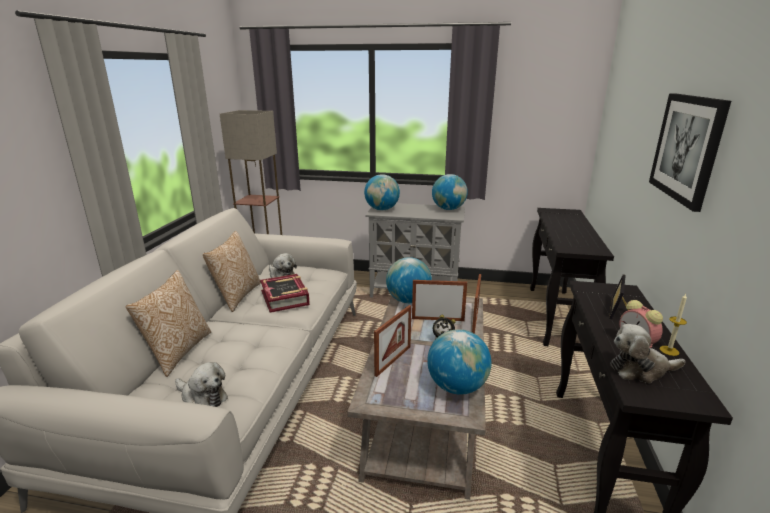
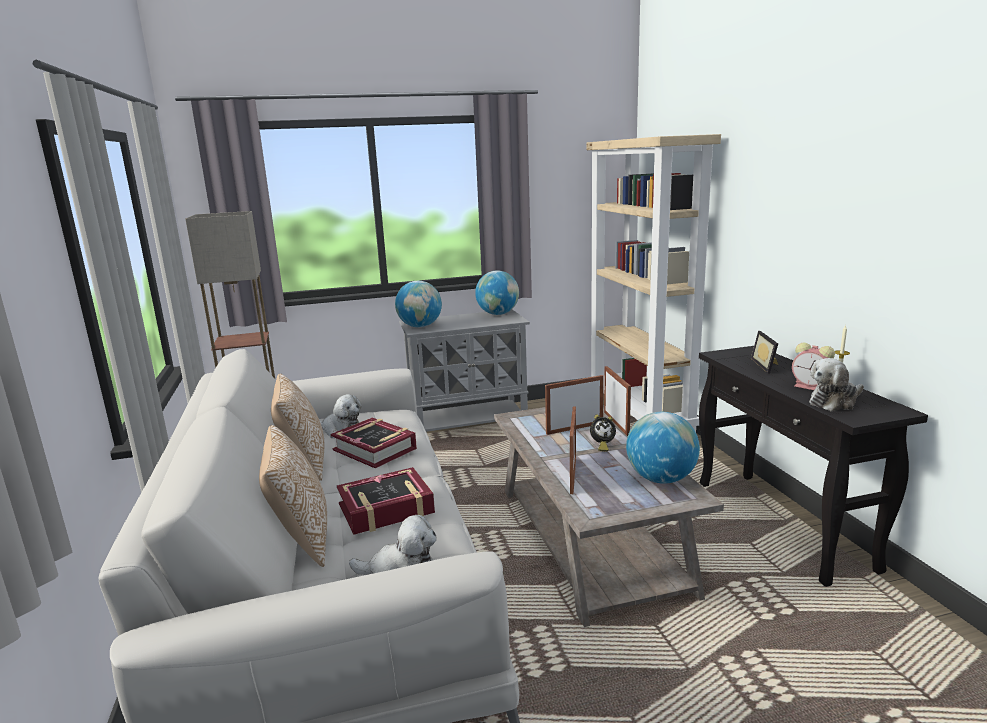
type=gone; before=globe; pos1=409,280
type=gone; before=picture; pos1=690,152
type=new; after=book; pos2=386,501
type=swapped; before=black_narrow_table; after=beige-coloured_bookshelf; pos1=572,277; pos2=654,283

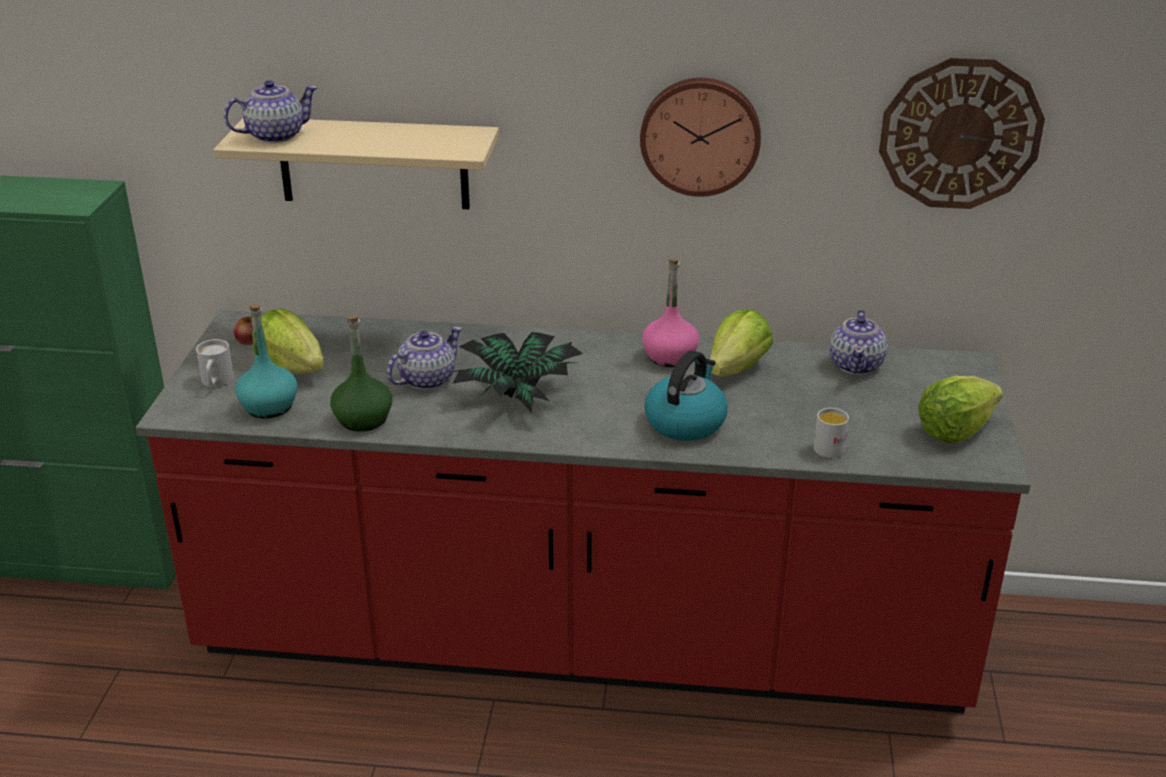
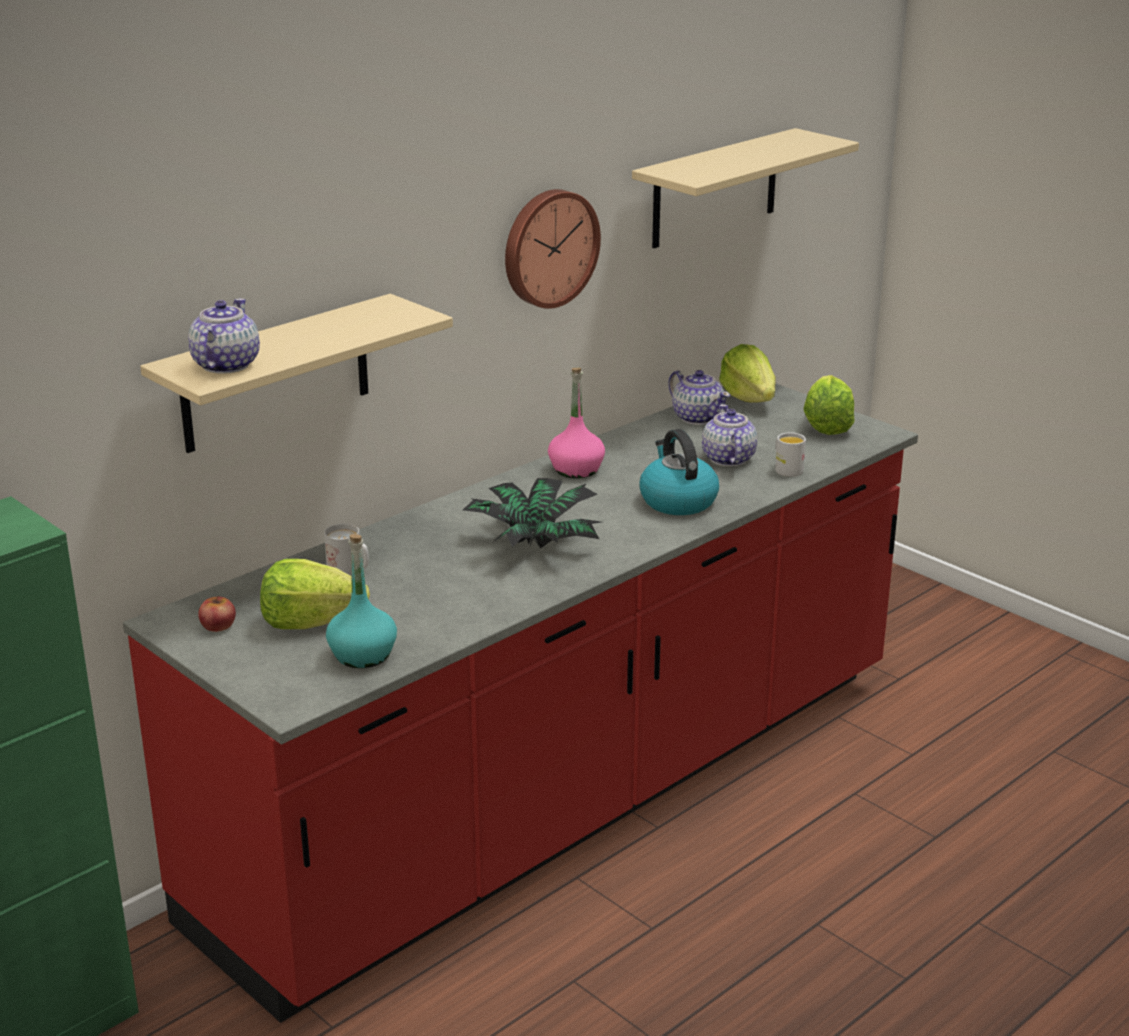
type=gone; before=green_drink_bottle; pos1=361,374
type=shifted; before=white_mug; pos1=215,363; pos2=346,549
type=shifted; before=teapot; pos1=424,358; pos2=729,435
type=shifted; before=lettuce_head; pos1=741,342; pos2=747,373
type=swapped; before=clock_on_the_wall; after=beige-coloured_shelf; pos1=962,133; pos2=745,188

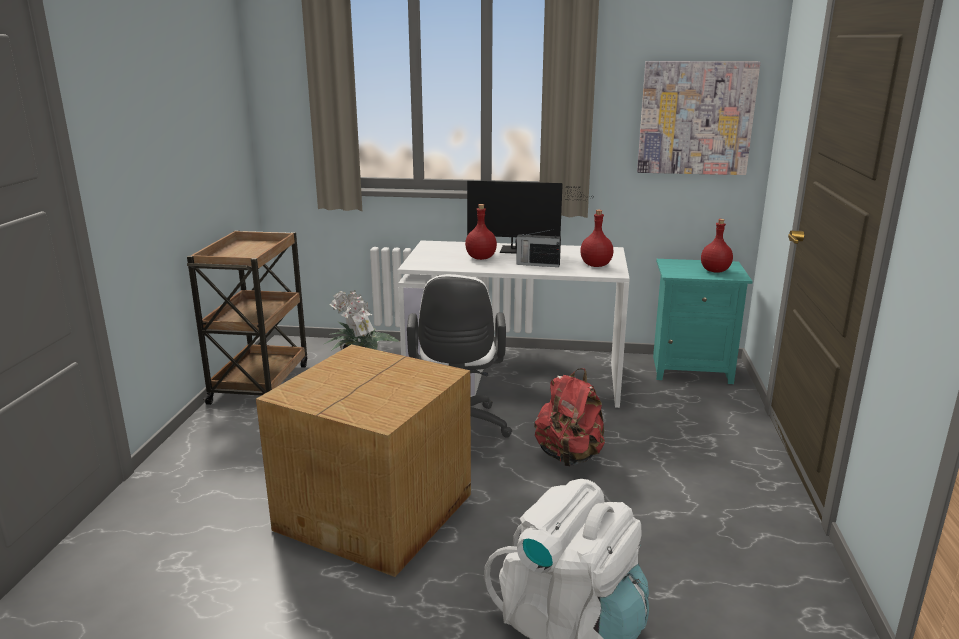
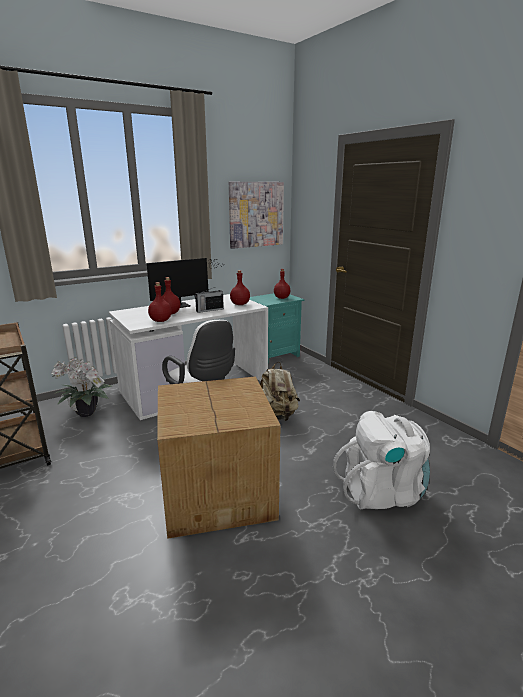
type=new; after=red-coloured_drink_bottle; pos2=160,302
type=repainted; before=red-coloured_rucksack; after=beige-coloured_rucksack; pos1=569,417; pos2=280,391

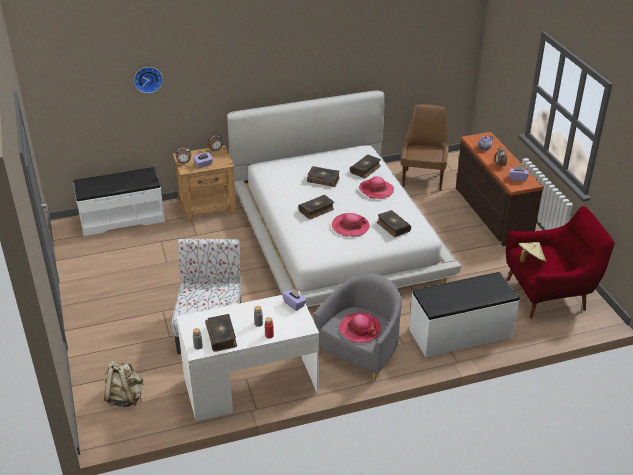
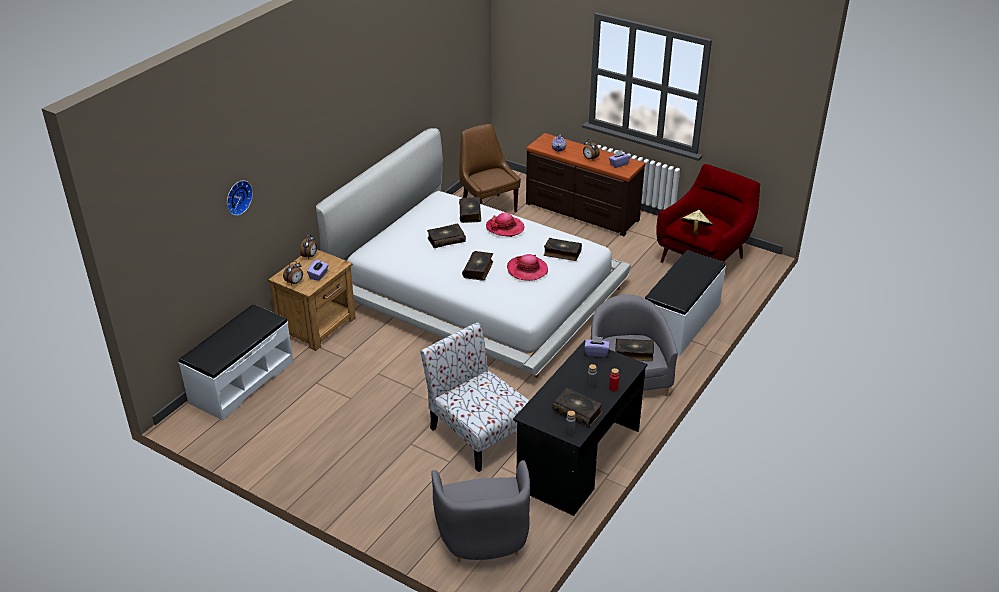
type=swapped; before=beige-coloured_rucksack; after=grey_armchair; pos1=123,384; pos2=480,511
type=swapped; before=wearable_hat; after=book; pos1=360,327; pos2=634,350
type=repainted; before=white_desk_table; after=black_desk_table; pos1=247,356; pos2=580,428

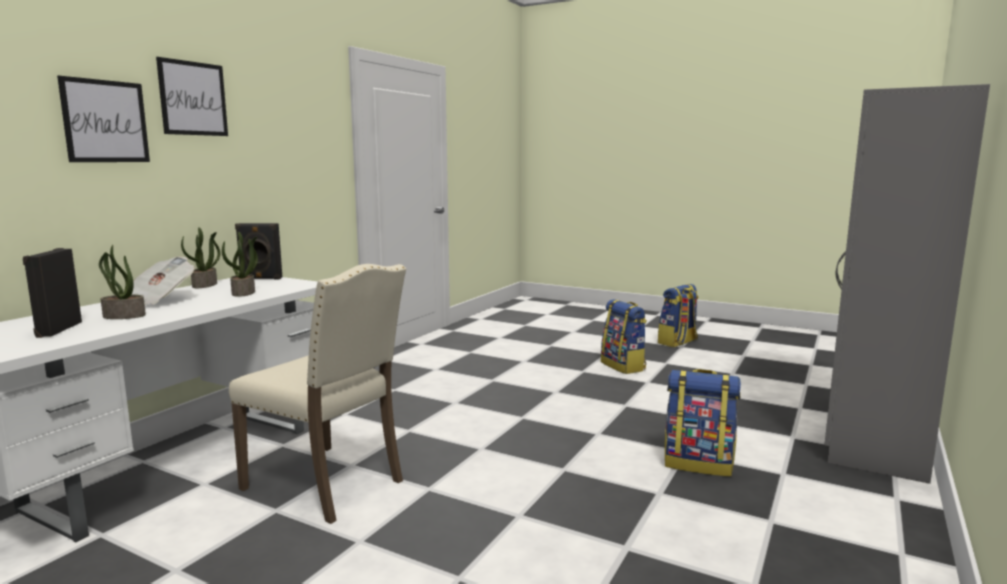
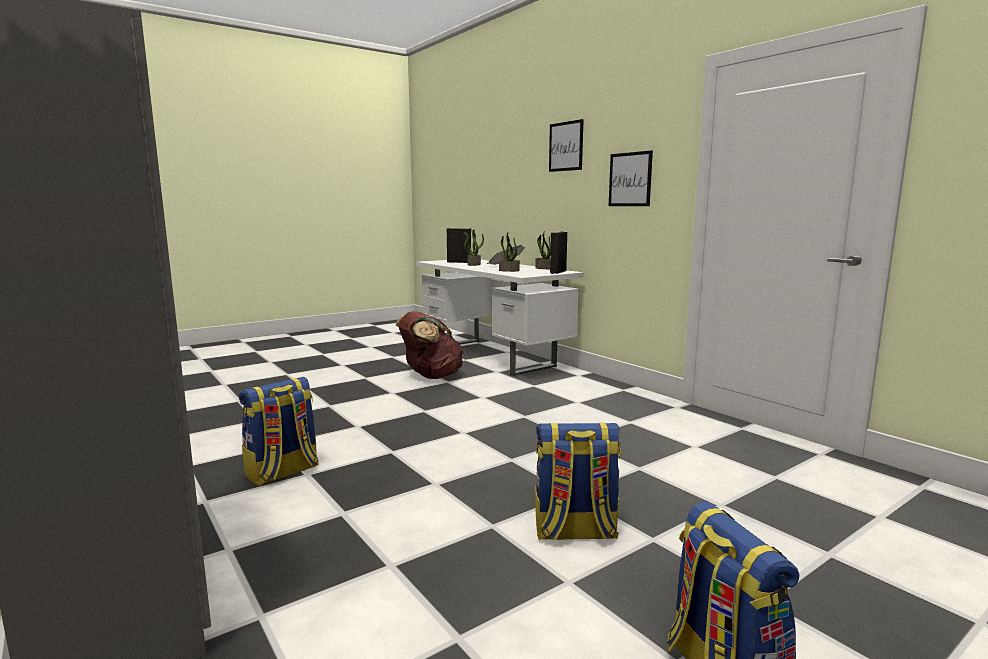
type=shifted; before=picture; pos1=103,119; pos2=631,178
type=swapped; before=beige-coloured_plain_chair; after=brownish_rucksack; pos1=317,394; pos2=430,345

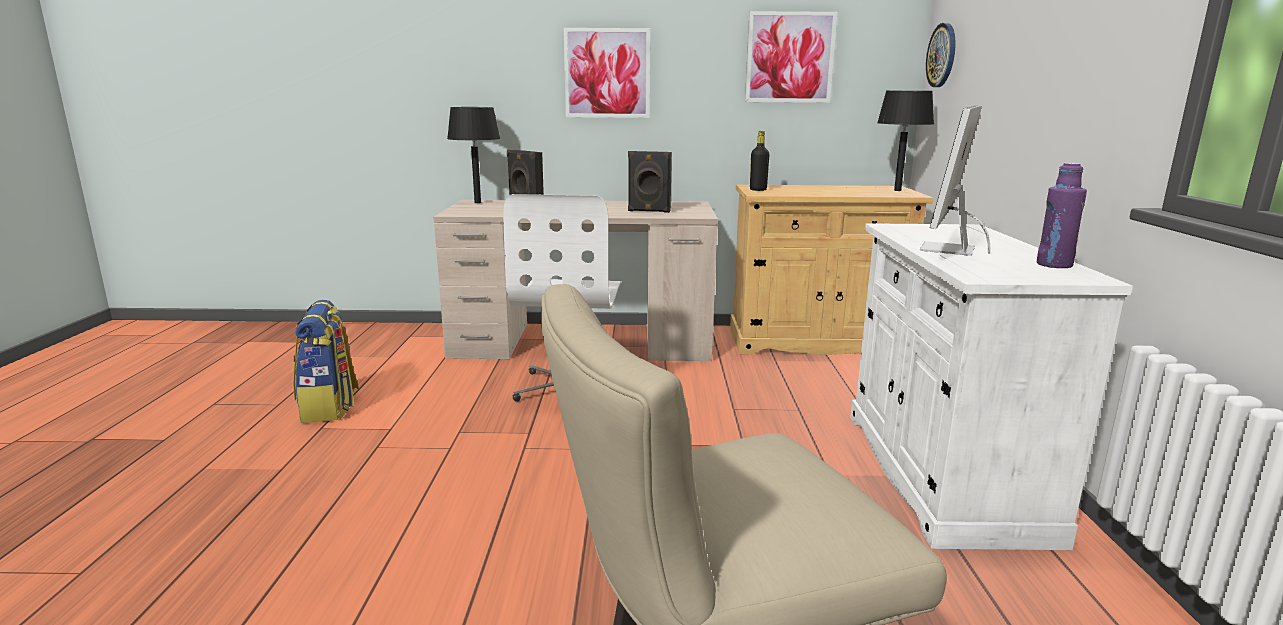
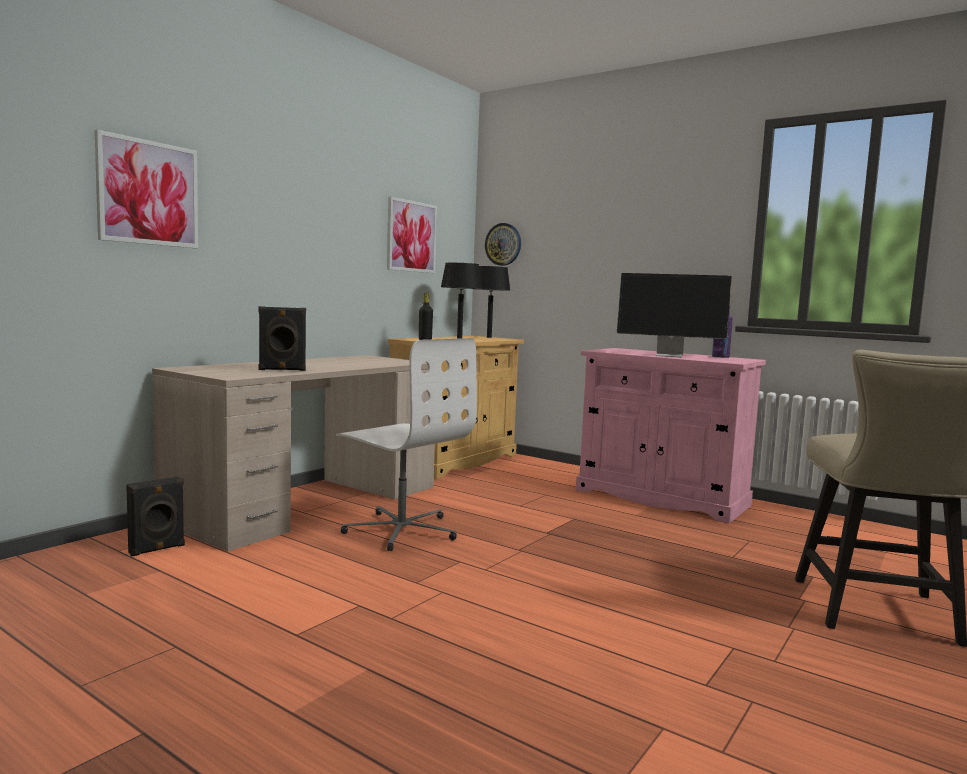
type=gone; before=rucksack; pos1=326,361
type=shifted; before=black_table_lamp; pos1=473,155; pos2=461,301
type=shifted; before=picture; pos1=607,73; pos2=146,189
type=shifted; before=black_audio_speaker; pos1=650,182; pos2=155,517
type=repainted; before=white_storage_cabinet; after=pink_storage_cabinet; pos1=991,386; pos2=671,435
type=rotated; before=monitor; pos1=955,181; pos2=674,315; turn=-45

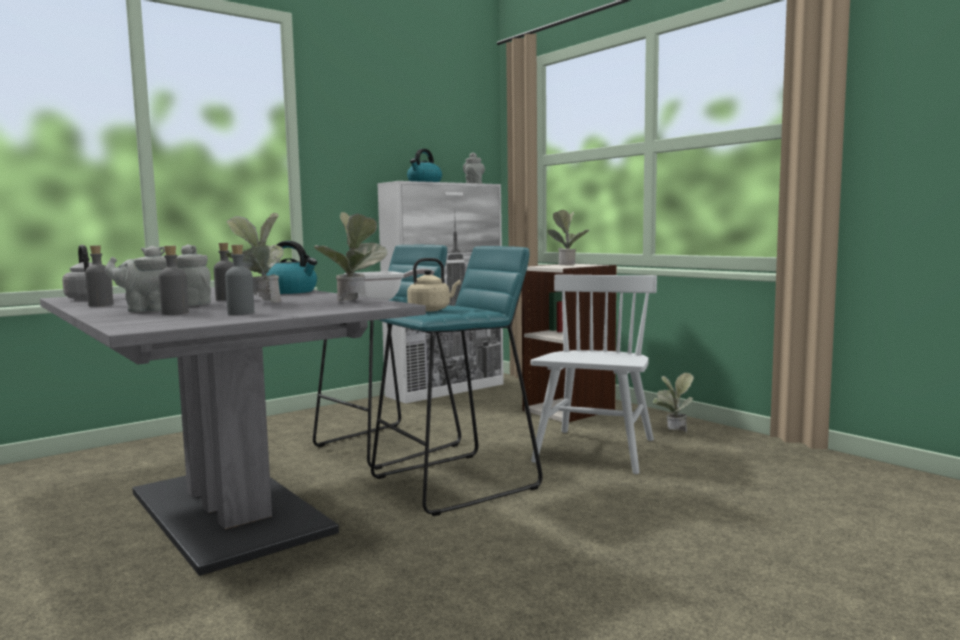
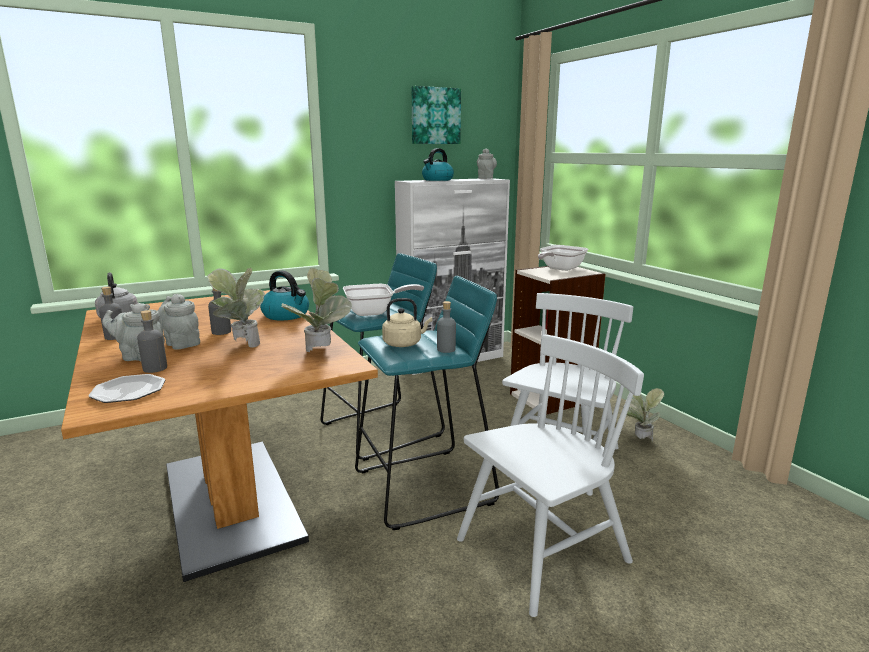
type=new; after=dinner_plate; pos2=127,388
type=new; after=picture; pos2=436,115
type=new; after=white_plain_chair; pos2=550,475
type=shifted; before=grey_drink_bottle; pos1=239,280; pos2=446,327
type=swapped; before=potted_plant; after=frying_pan; pos1=568,237; pos2=563,258
type=repainted; before=grey_dinner_table; after=brownish_dinner_table; pos1=233,431; pos2=219,436

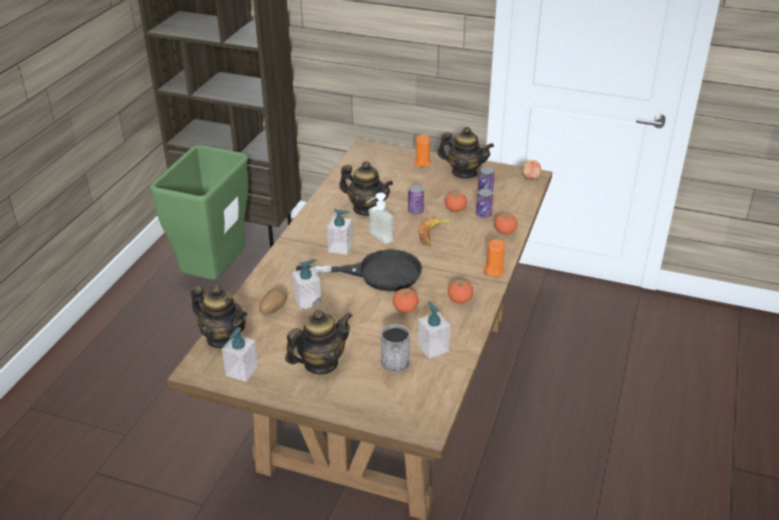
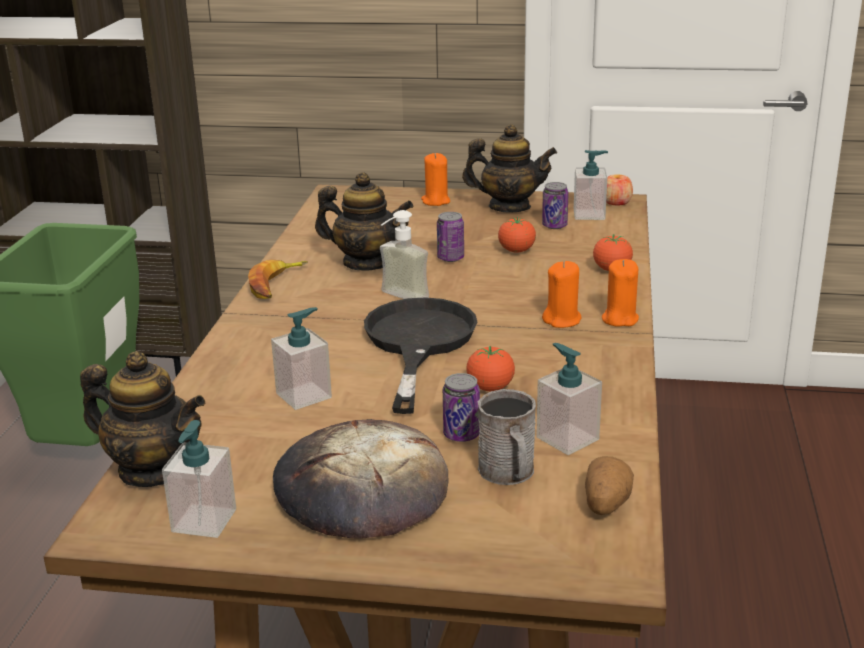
type=gone; before=fresh_tomato; pos1=460,292
type=new; after=orangey_wax_candle; pos2=561,294
type=shifted; before=whole_potato; pos1=272,301; pos2=609,485
type=shifted; before=soap_dispenser; pos1=340,232; pos2=591,185
type=shifted; before=banana; pos1=436,232; pos2=278,279
type=shifted; before=can; pos1=484,203; pos2=461,407
type=swapped; before=teapot; after=bakery_bread; pos1=319,341; pos2=360,479
type=rotated; before=black_frying_pan; pos1=359,270; pos2=421,355; turn=-75

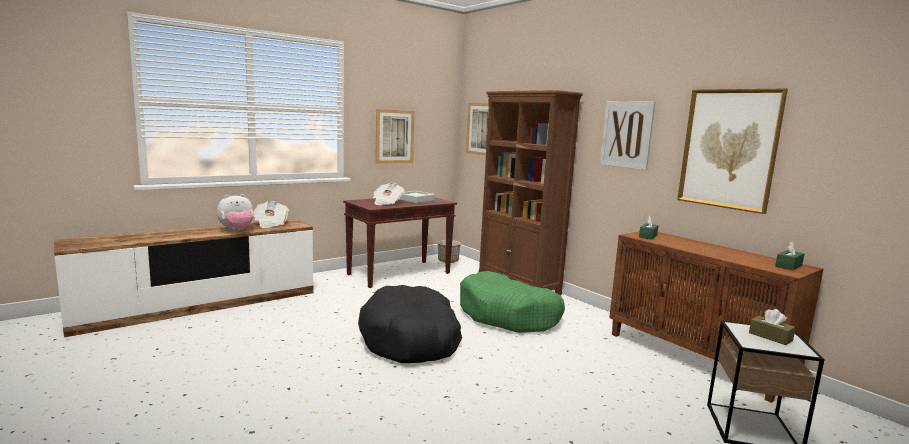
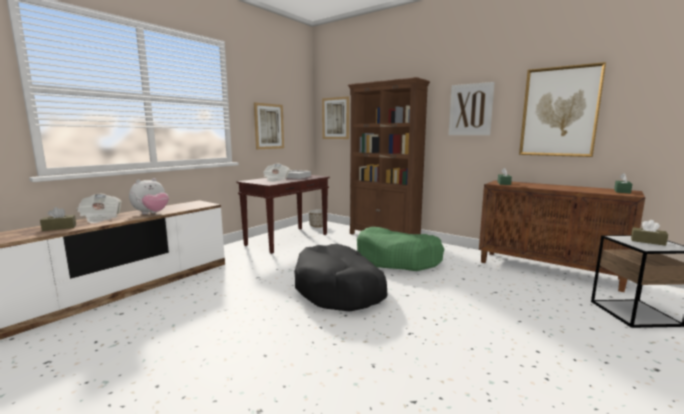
type=new; after=brownish_tissue_box; pos2=58,219
type=shifted; before=printed_paper; pos1=271,214; pos2=99,208

